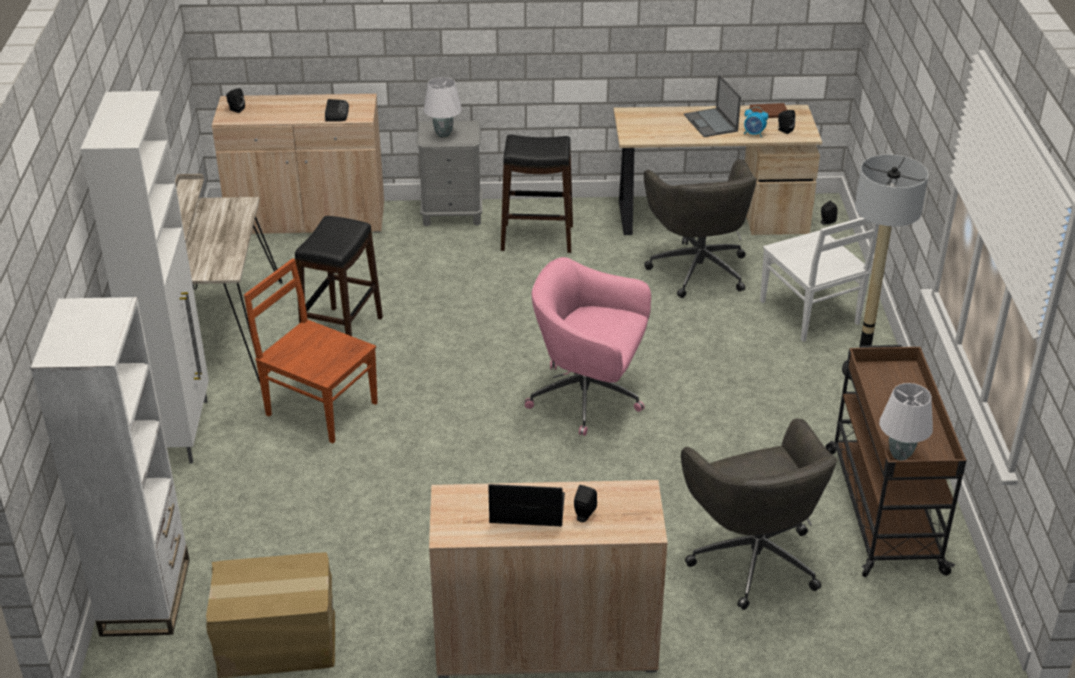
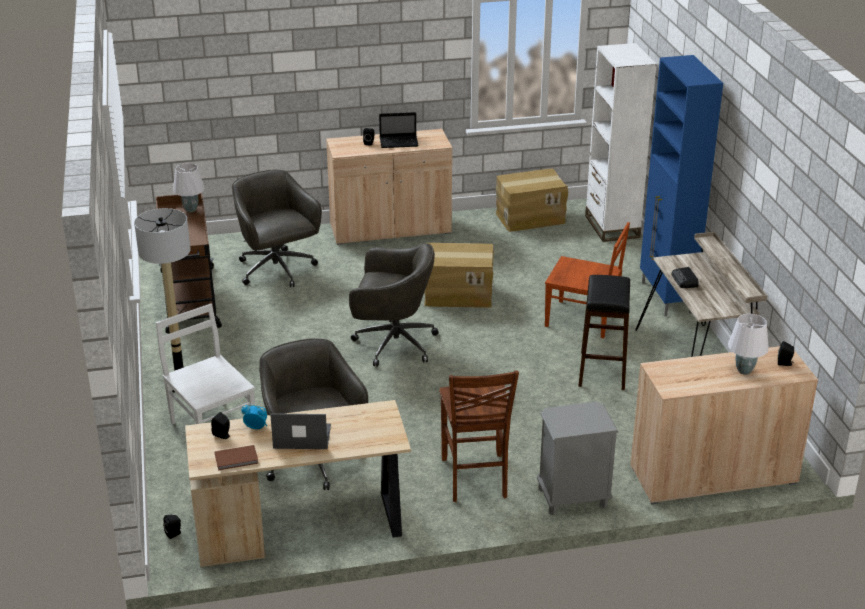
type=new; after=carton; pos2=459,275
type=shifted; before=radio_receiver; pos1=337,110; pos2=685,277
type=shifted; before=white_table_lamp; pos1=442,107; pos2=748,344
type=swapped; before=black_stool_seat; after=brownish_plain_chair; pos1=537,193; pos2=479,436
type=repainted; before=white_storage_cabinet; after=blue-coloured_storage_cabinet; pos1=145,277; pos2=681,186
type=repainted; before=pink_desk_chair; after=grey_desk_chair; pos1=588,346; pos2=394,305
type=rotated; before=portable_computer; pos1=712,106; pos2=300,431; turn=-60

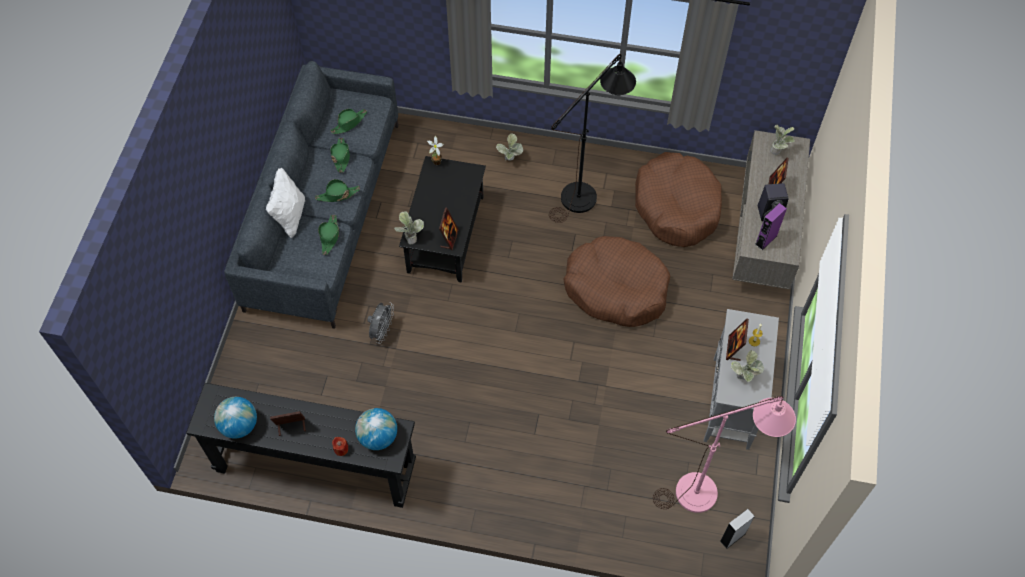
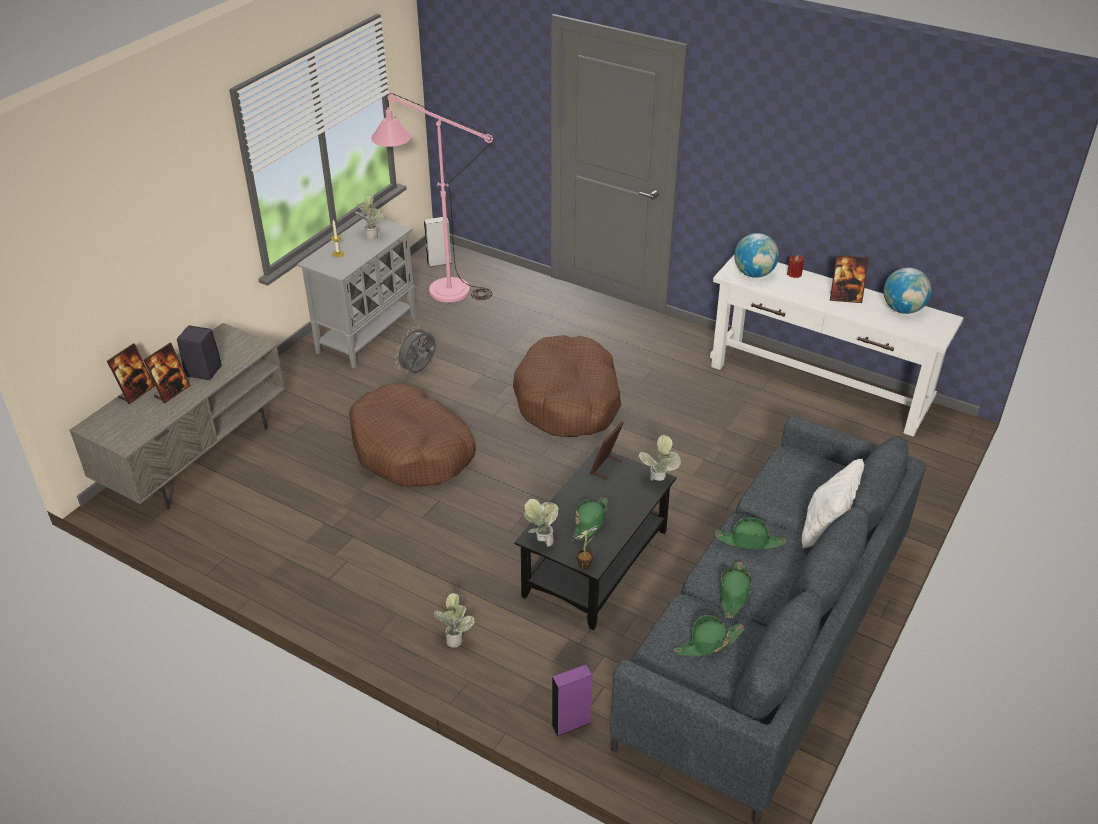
type=gone; before=black_standing_lamp; pos1=592,138
type=shifted; before=green_wearable_hat; pos1=328,235; pos2=590,518
type=shifted; before=grey_electric_fan; pos1=380,323; pos2=415,349
type=shifted; before=brownish_dog_bed; pos1=678,199; pos2=567,386
type=shifted; before=picture_frame; pos1=737,340; pos2=131,373
type=shifted; before=purplish_audio_speaker; pos1=771,226; pos2=572,700
type=shifted; before=potted_plant; pos1=782,140; pos2=541,523
type=repainted; before=black_narrow_table; after=white_narrow_table; pos1=301,445; pos2=836,346

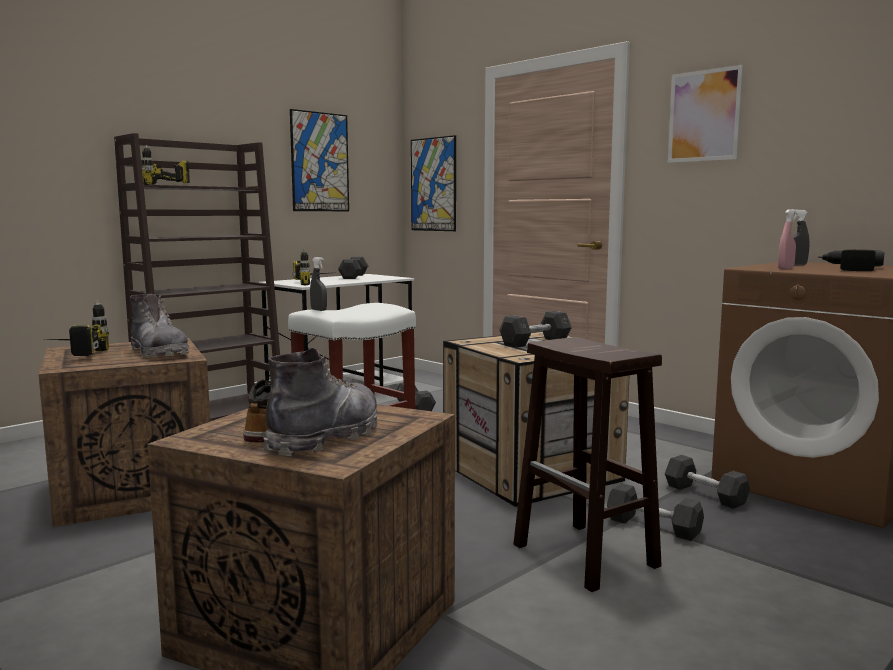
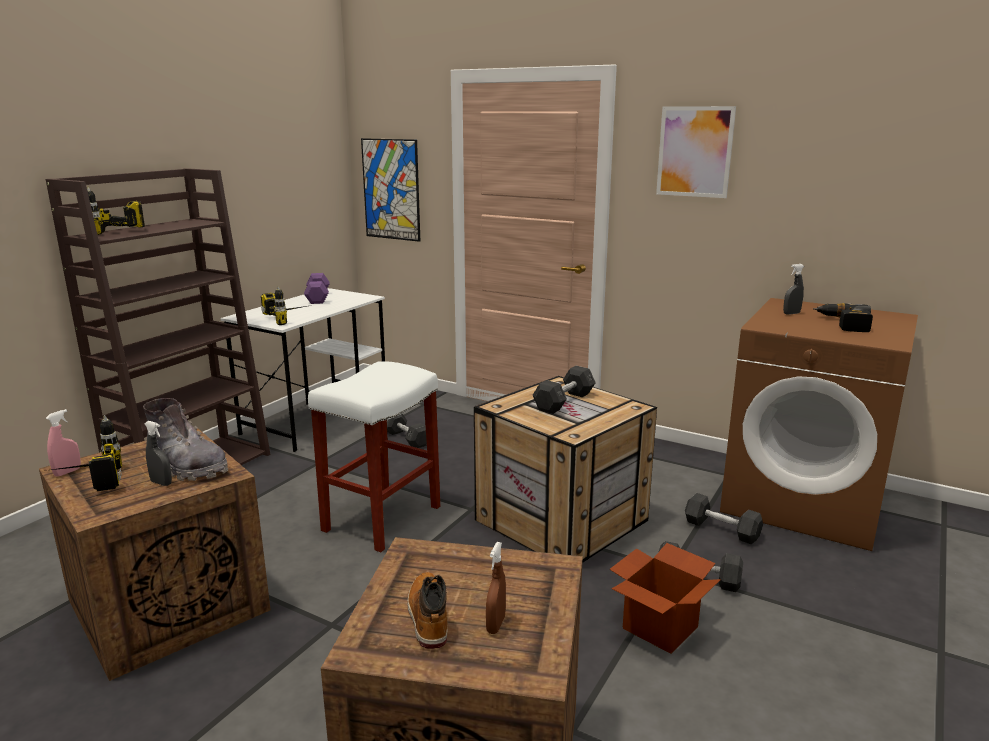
type=gone; before=picture; pos1=319,160
type=shifted; before=grey_spray_bottle; pos1=318,284; pos2=158,453
type=shifted; before=pink_spray_bottle; pos1=787,239; pos2=63,443
type=swapped; before=grey_boot; after=brownish_spray_bottle; pos1=320,402; pos2=496,588
type=swapped; before=brownish_stool_seat; after=carton; pos1=587,464; pos2=665,598
type=repainted; before=grey_dumbbell; after=purplish_dumbbell; pos1=353,268; pos2=317,288

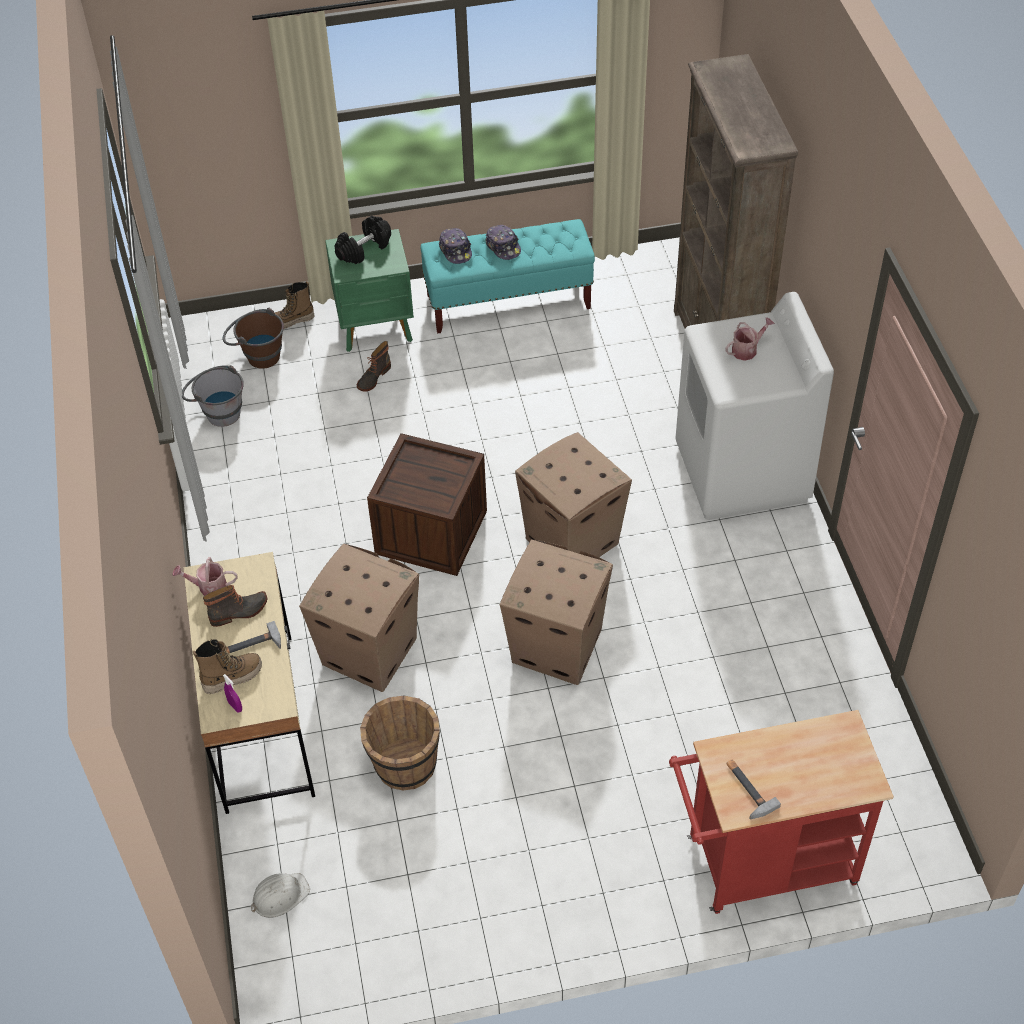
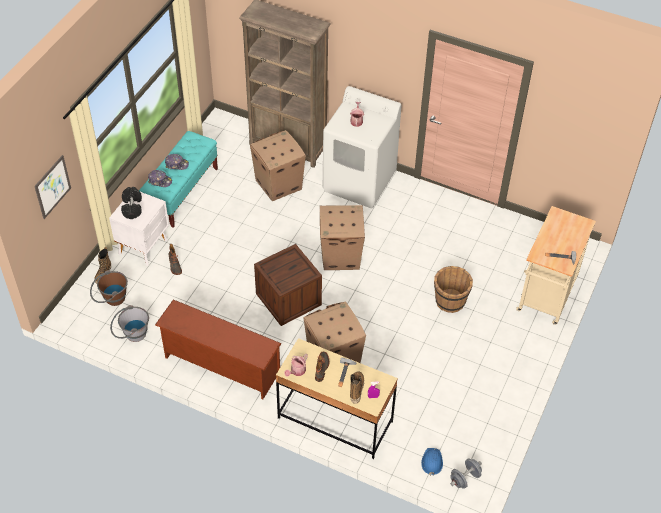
type=new; after=picture; pos2=52,187
type=new; after=brownish_shoe_rack; pos2=218,349
type=new; after=grey_dumbbell; pos2=466,474
type=shifted; before=brownish_pail; pos1=400,743; pos2=453,289
type=shifted; before=carton; pos1=556,612; pos2=278,165
type=repainted; before=white_work_helmet; after=blue-coloured_work_helmet; pos1=280,895; pos2=432,462
type=repainted; before=green_night_table; after=white_night_table; pos1=369,290; pos2=139,229
type=repainted; before=red-coloured_cart; after=beige-coloured_cart; pos1=781,812; pos2=556,265

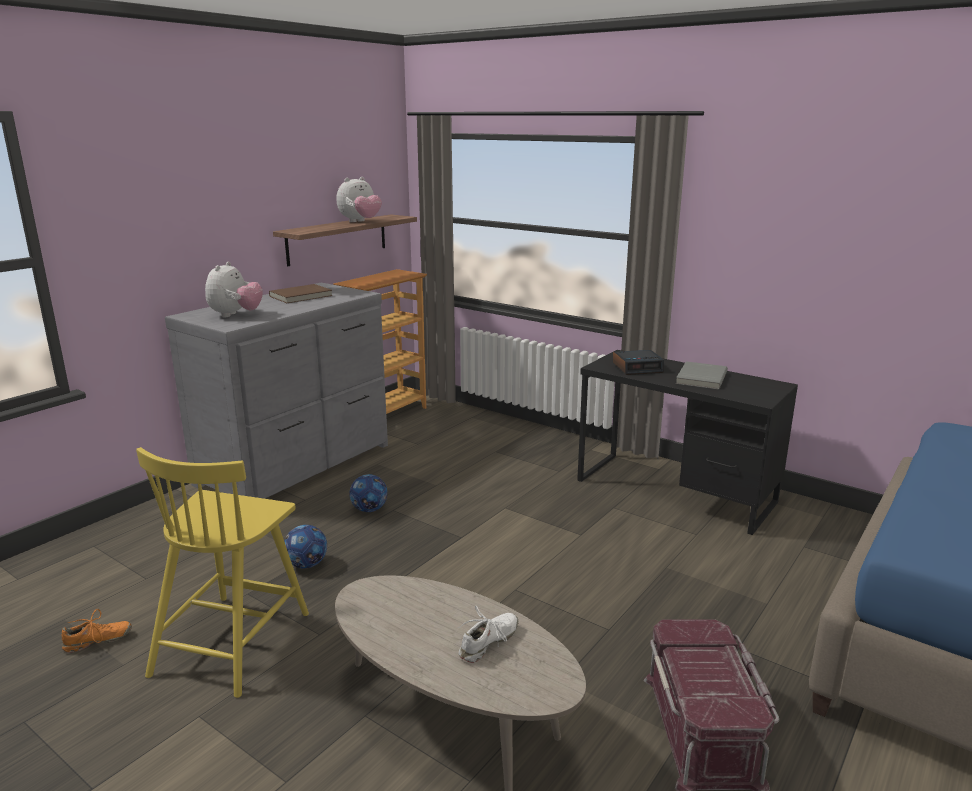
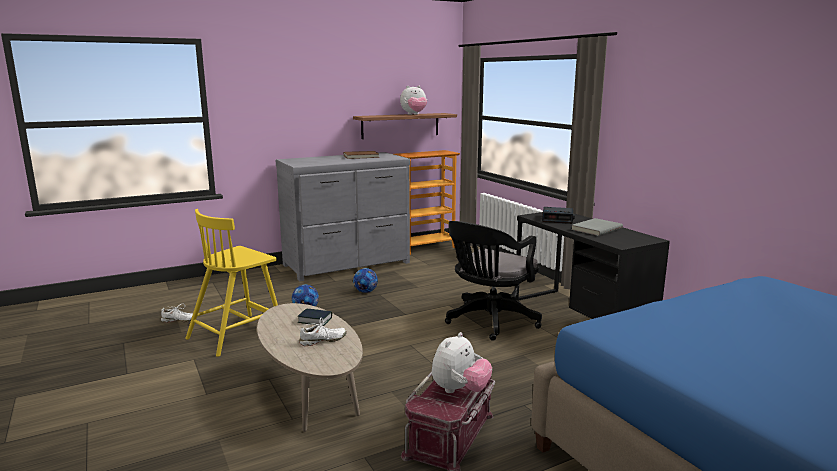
type=new; after=book; pos2=315,317
type=new; after=black_desk_chair; pos2=493,281
type=shifted; before=plush_toy; pos1=234,289; pos2=462,362
type=repainted; before=orangey_item_of_footwear; after=white_item_of_footwear; pos1=97,631; pos2=177,313

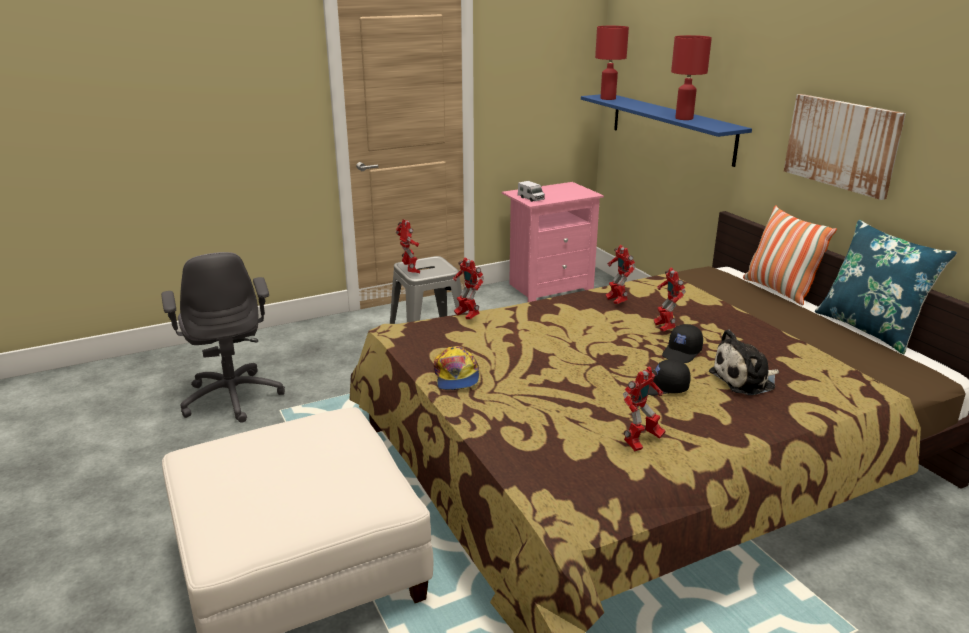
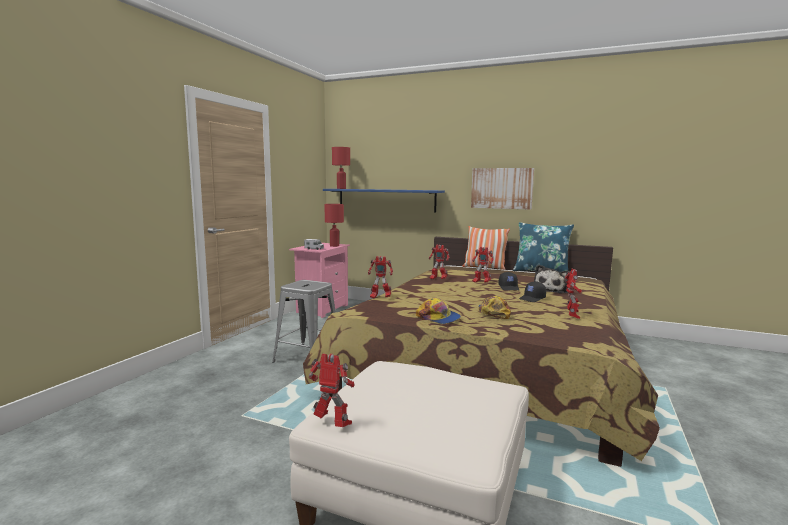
type=gone; before=grey_desk_chair; pos1=223,337
type=new; after=baseball_cap; pos2=494,307
type=shifted; before=toy_robot; pos1=408,246; pos2=331,390
type=shifted; before=red-coloured_table_lamp; pos1=691,77; pos2=334,225

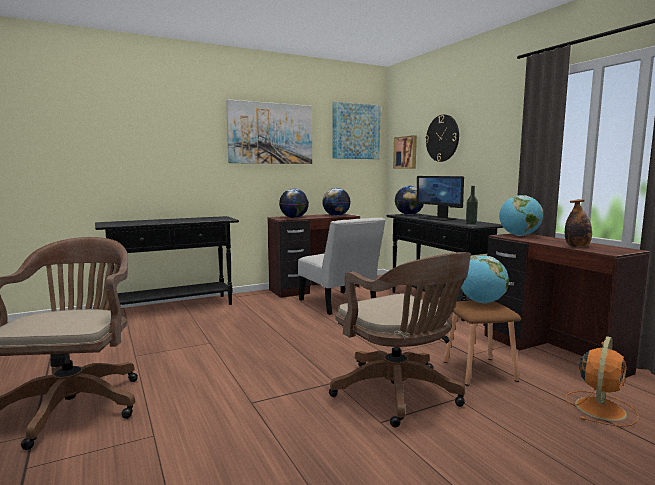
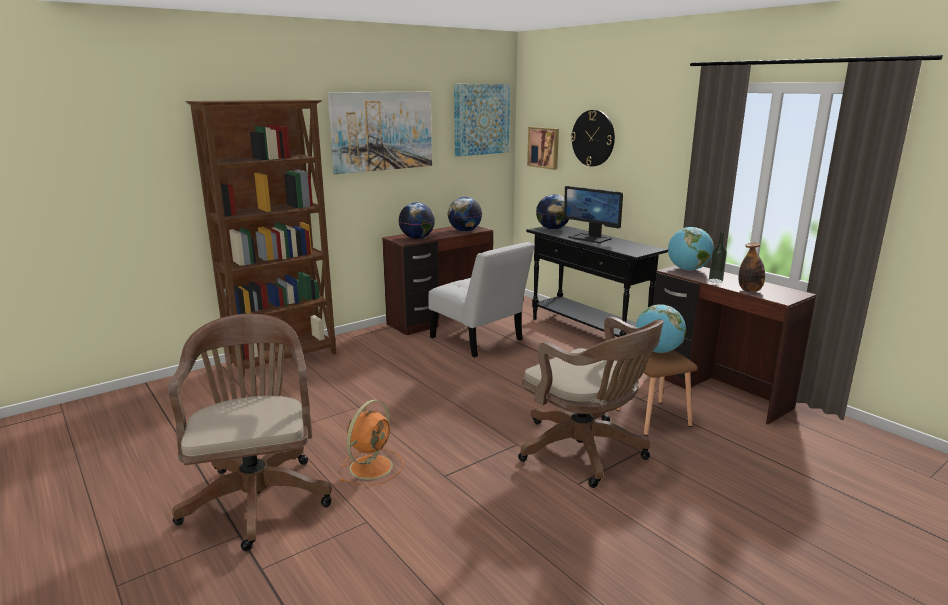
type=shifted; before=drink_bottle; pos1=472,206; pos2=718,257
type=shifted; before=orangey_electric_fan; pos1=602,381; pos2=372,442
type=swapped; before=black_narrow_table; after=brownish_bookshelf; pos1=167,260; pos2=261,238

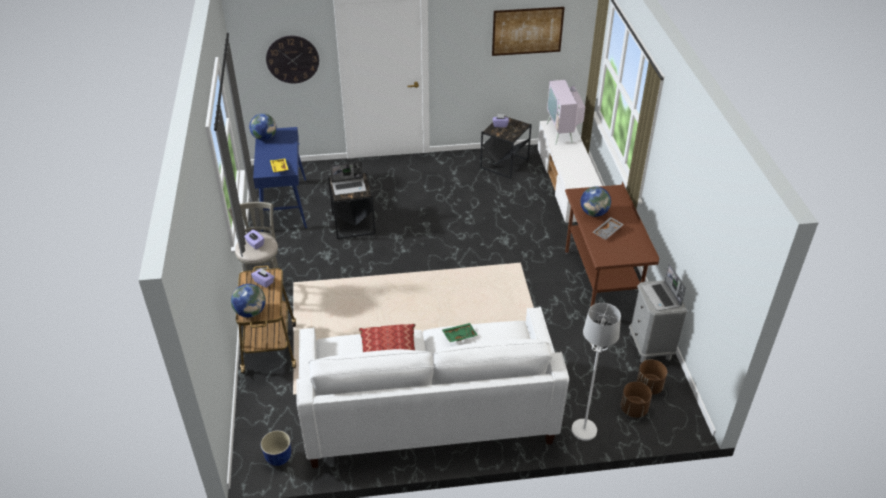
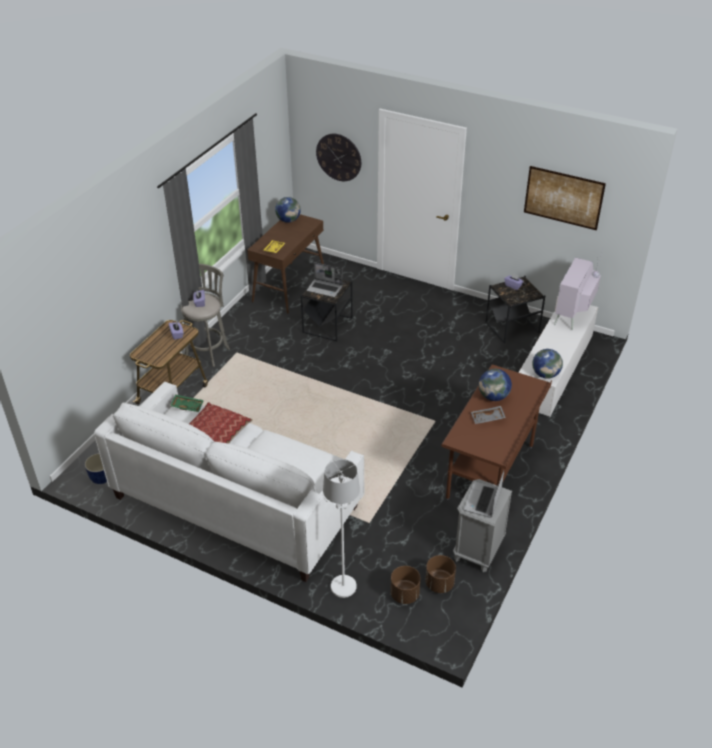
type=shifted; before=globe; pos1=248,300; pos2=547,364
type=shifted; before=green_carrying_tray; pos1=460,332; pos2=187,403
type=repainted; before=blue-coloured_narrow_table; after=brownish_narrow_table; pos1=280,179; pos2=285,264

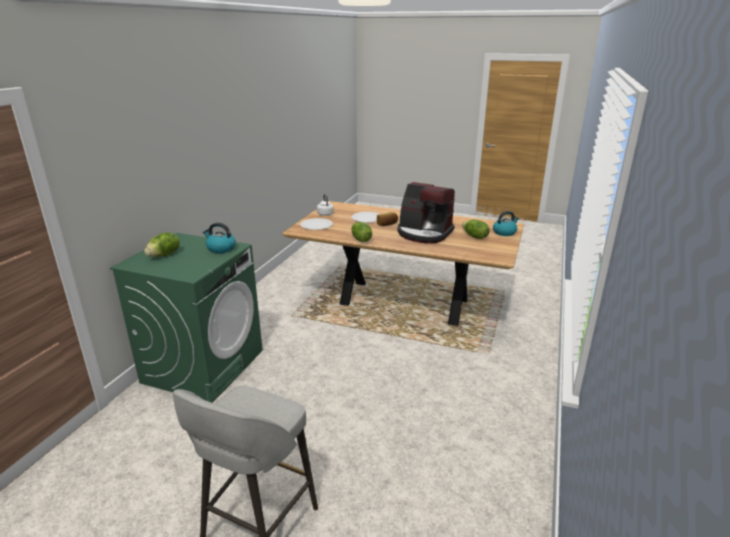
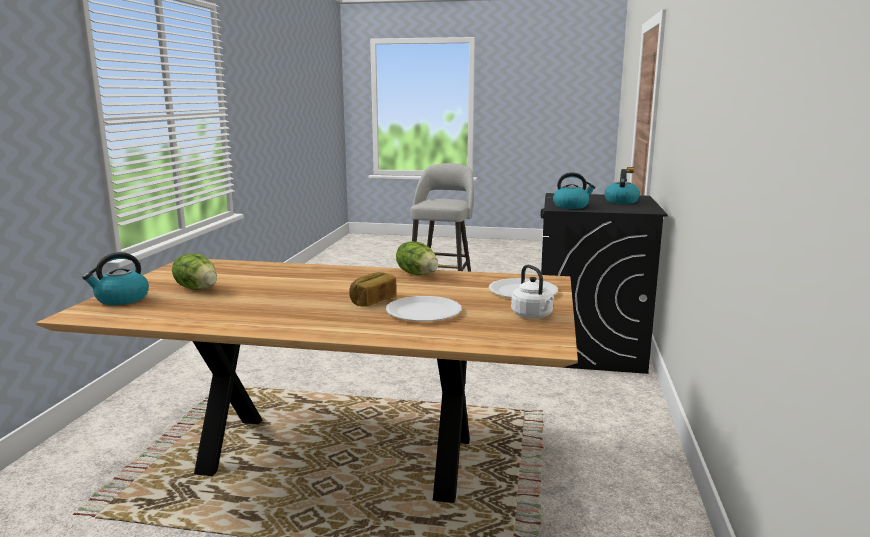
type=gone; before=coffee_machine; pos1=426,213
type=swapped; before=lettuce_head; after=tea_kettle; pos1=162,244; pos2=622,186
type=repainted; before=green_laundry_appliance; after=black_laundry_appliance; pos1=186,318; pos2=604,283

